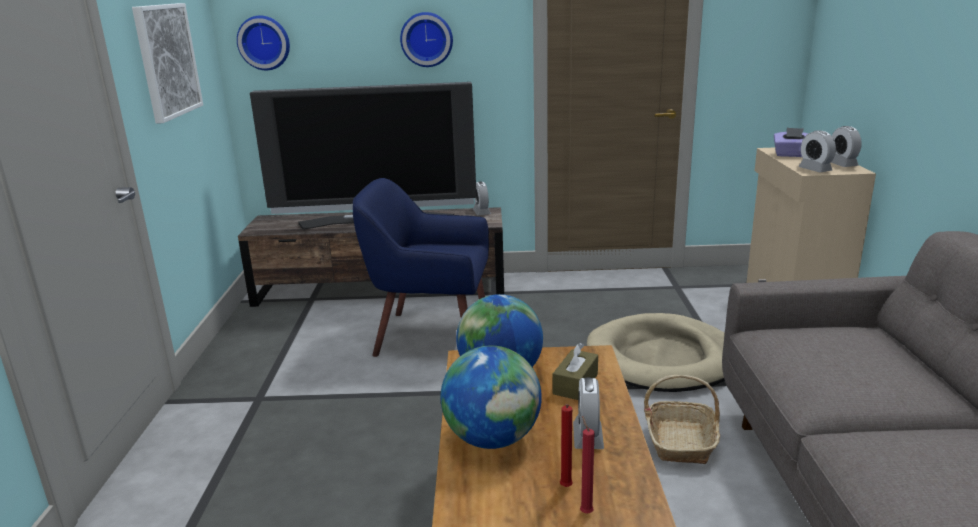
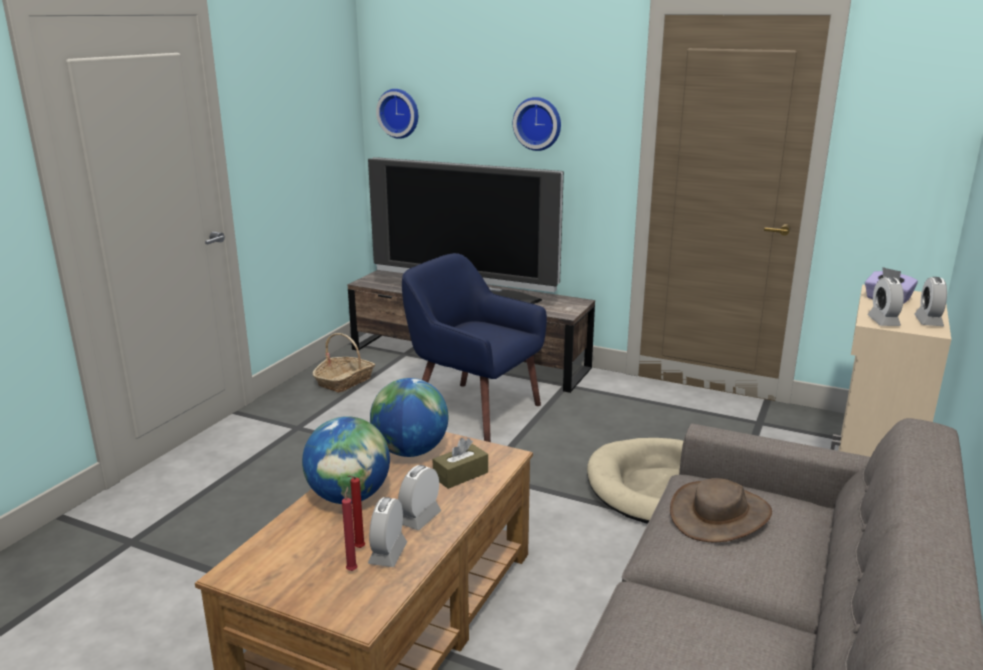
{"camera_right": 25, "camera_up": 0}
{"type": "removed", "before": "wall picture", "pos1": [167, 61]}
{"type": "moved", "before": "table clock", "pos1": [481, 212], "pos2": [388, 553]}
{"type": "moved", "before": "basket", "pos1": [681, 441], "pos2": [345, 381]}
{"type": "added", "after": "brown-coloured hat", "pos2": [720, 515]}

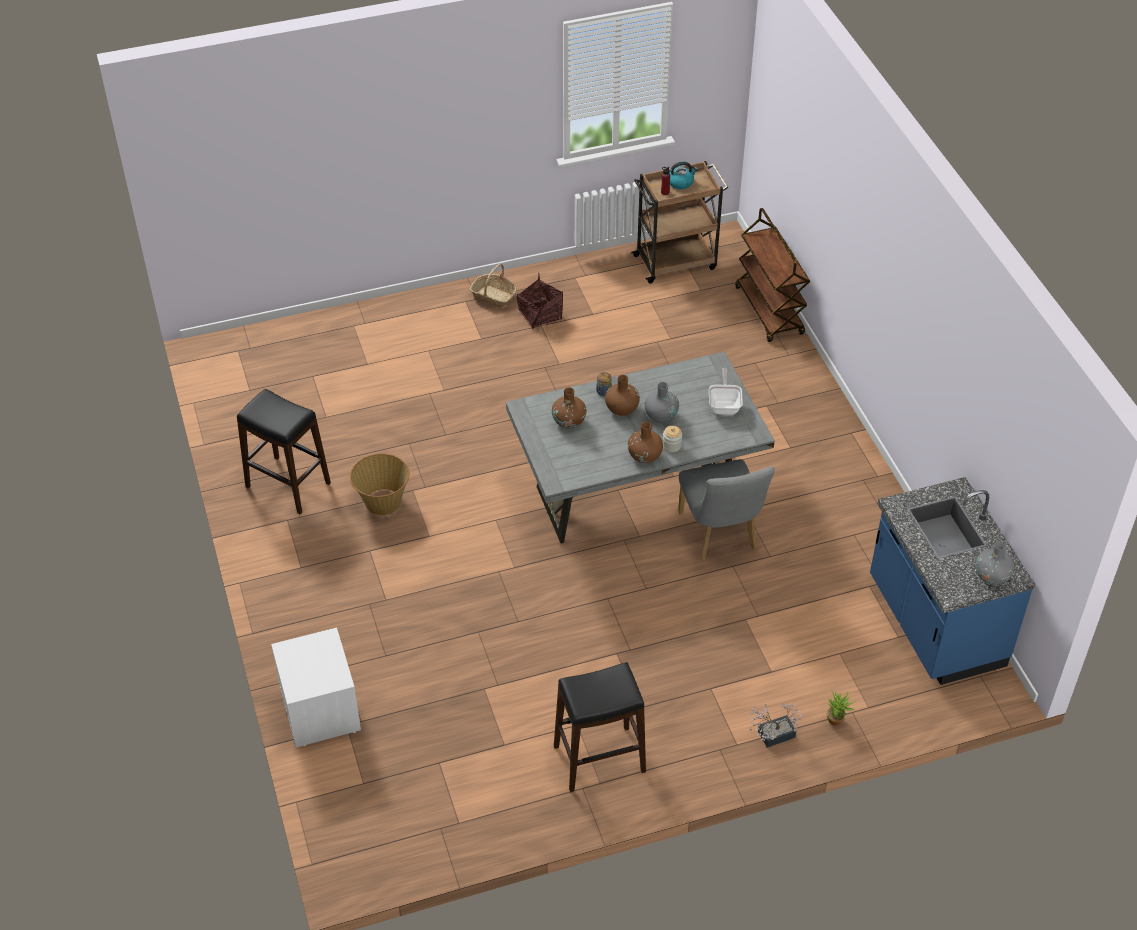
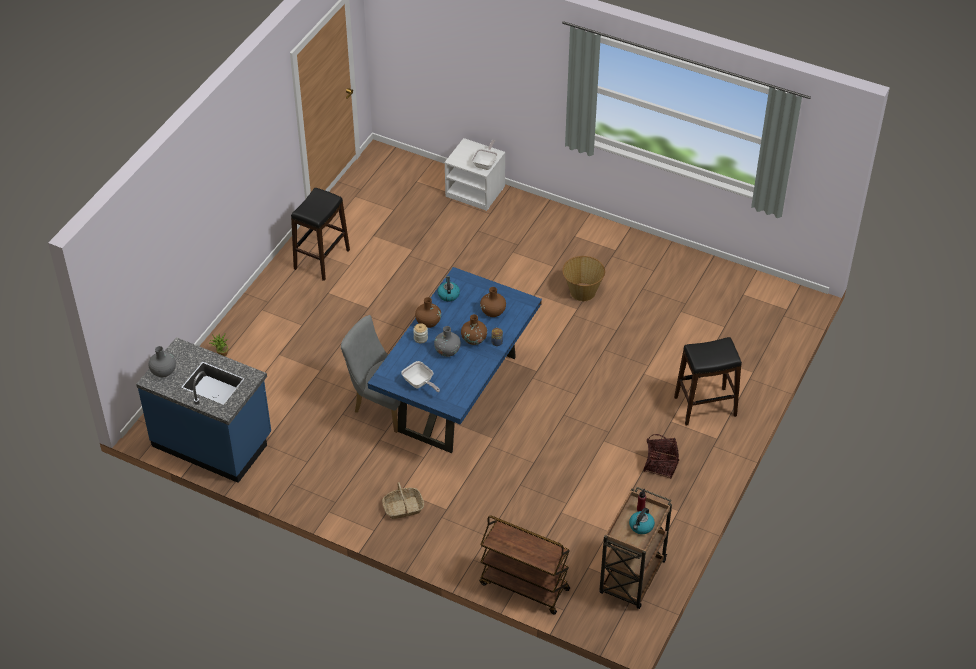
{"camera_right": 135, "camera_up": 0}
{"type": "moved", "before": "blackish stool", "pos1": [288, 485], "pos2": [705, 406]}
{"type": "moved", "before": "basket", "pos1": [493, 296], "pos2": [403, 508]}
{"type": "recoloured", "before": "greyish dinner table", "after": "bluish dinner table", "pos1": [636, 493], "pos2": [457, 395]}
{"type": "removed", "before": "houseplant", "pos1": [772, 735]}
{"type": "added", "after": "water kettle", "pos2": [448, 294]}
{"type": "added", "after": "skillet", "pos2": [486, 163]}

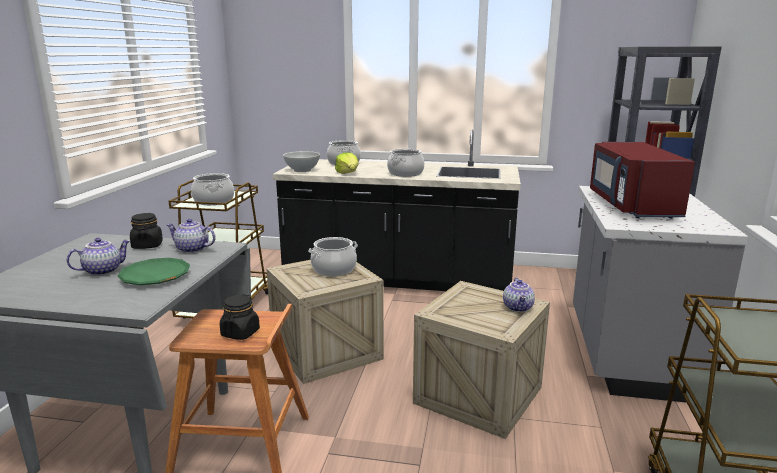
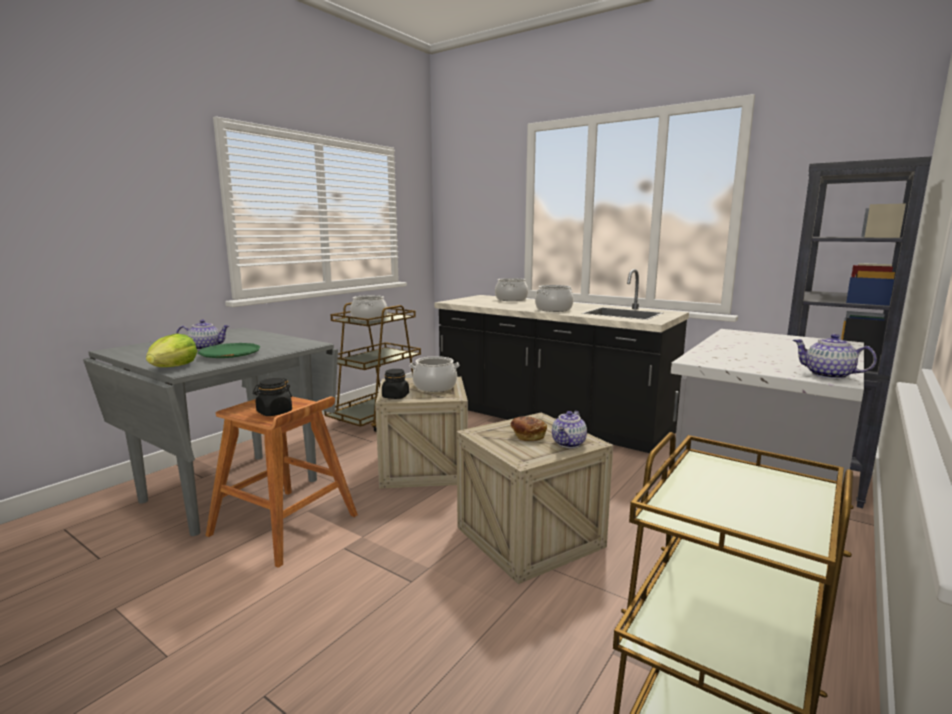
{"camera_right": 25, "camera_up": -5}
{"type": "moved", "before": "blackish preserve jar", "pos1": [147, 245], "pos2": [395, 396]}
{"type": "moved", "before": "tea pot", "pos1": [192, 249], "pos2": [829, 375]}
{"type": "removed", "before": "white-coloured serving bowl", "pos1": [302, 170]}
{"type": "moved", "before": "lettuce", "pos1": [348, 173], "pos2": [173, 367]}
{"type": "removed", "before": "red microwave oven", "pos1": [631, 205]}
{"type": "added", "after": "bakery bread", "pos2": [527, 436]}

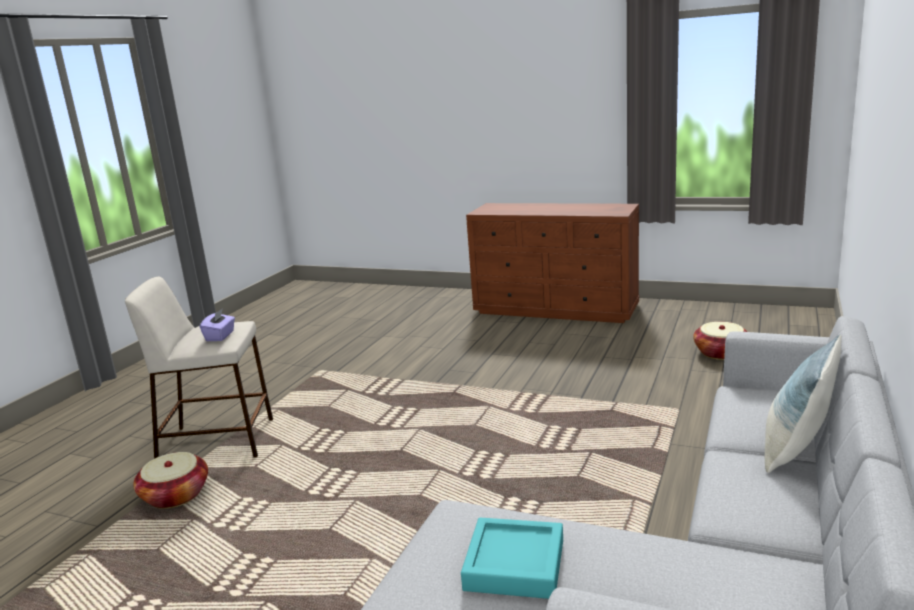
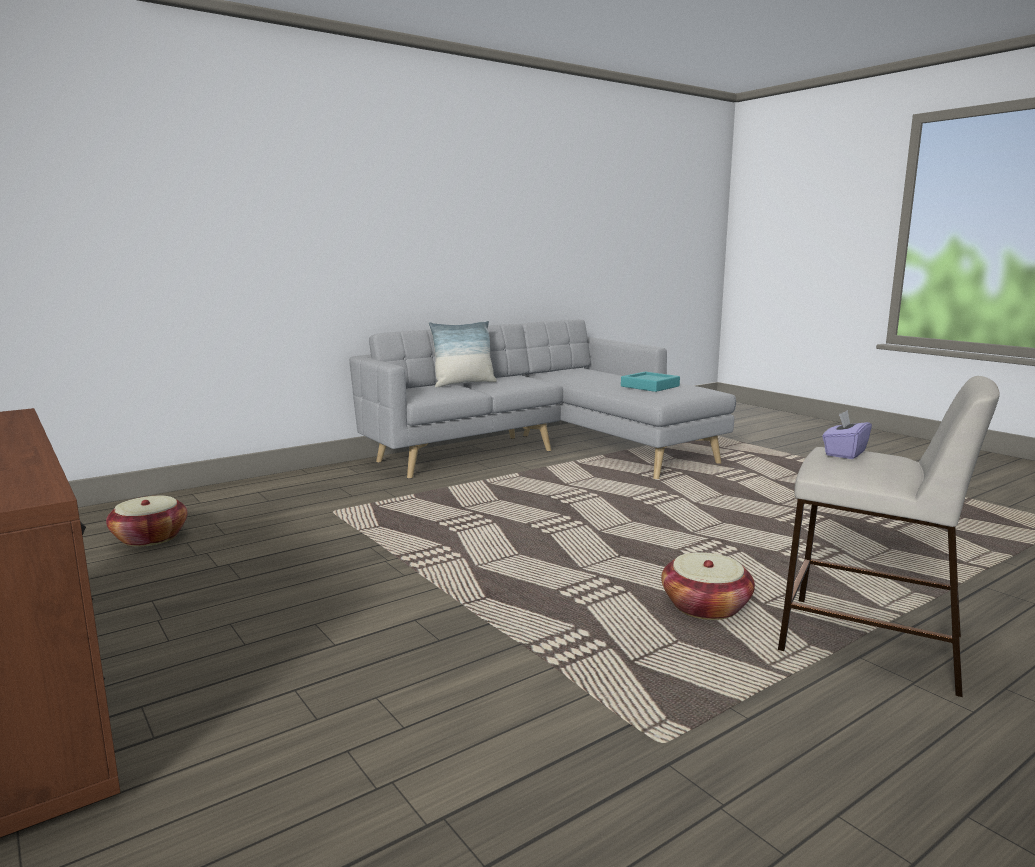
{"camera_right": -150, "camera_up": -5}
{"type": "moved", "before": "basket", "pos1": [175, 495], "pos2": [705, 606]}

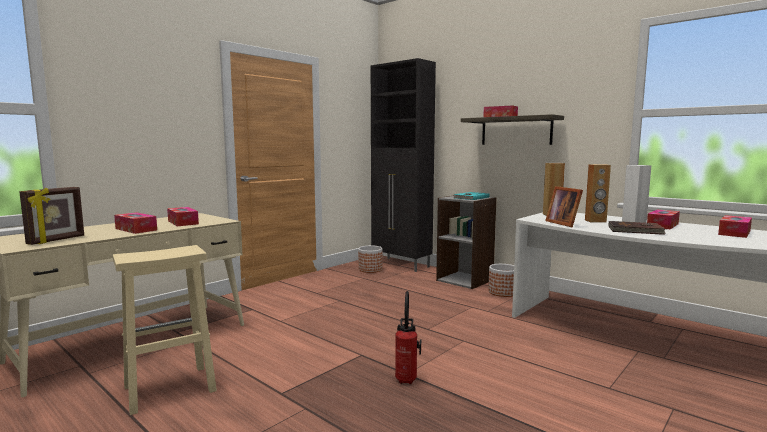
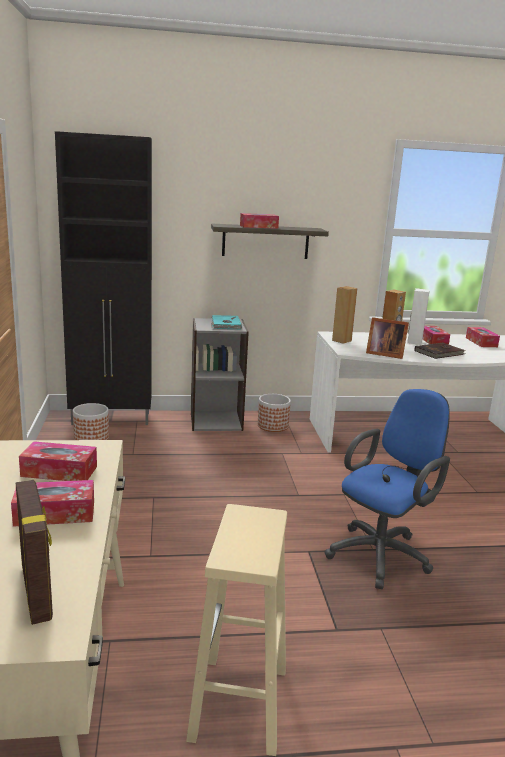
{"camera_right": -50, "camera_up": 10}
{"type": "replaced", "before": "extinguisher", "after": "bluish office chair", "pos1": [407, 379], "pos2": [382, 554]}

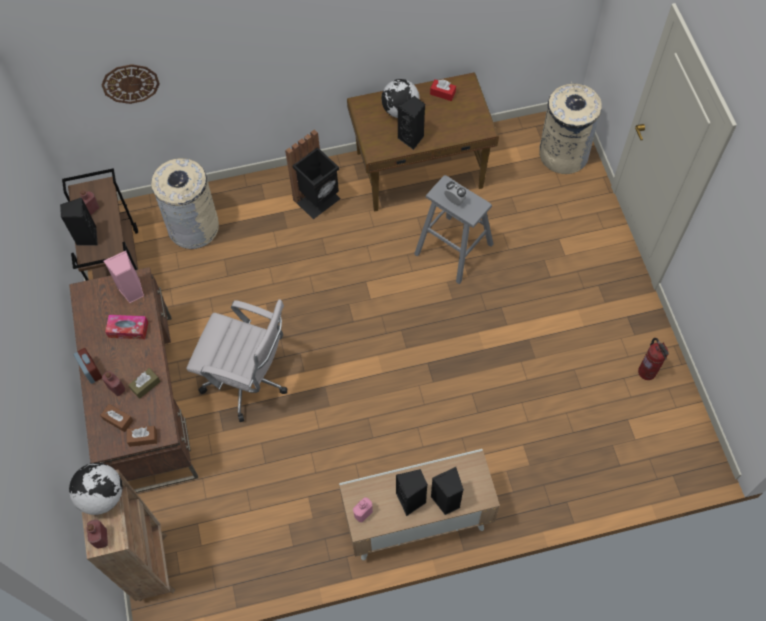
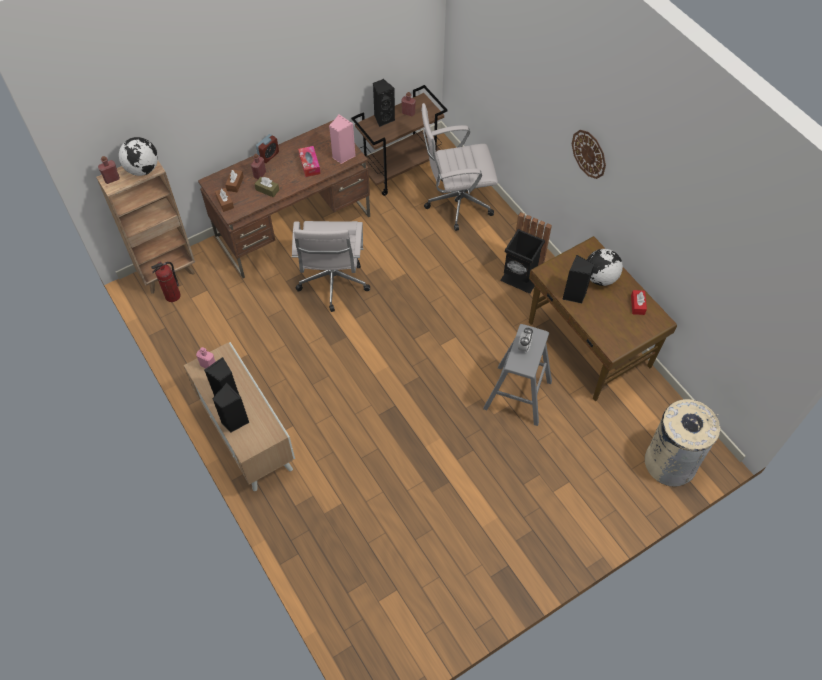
{"camera_right": 70, "camera_up": -5}
{"type": "moved", "before": "wall clock", "pos1": [130, 83], "pos2": [589, 154]}
{"type": "replaced", "before": "sand-coloured trash can", "after": "white-coloured office chair", "pos1": [194, 227], "pos2": [455, 203]}
{"type": "moved", "before": "extinguisher", "pos1": [647, 372], "pos2": [173, 296]}

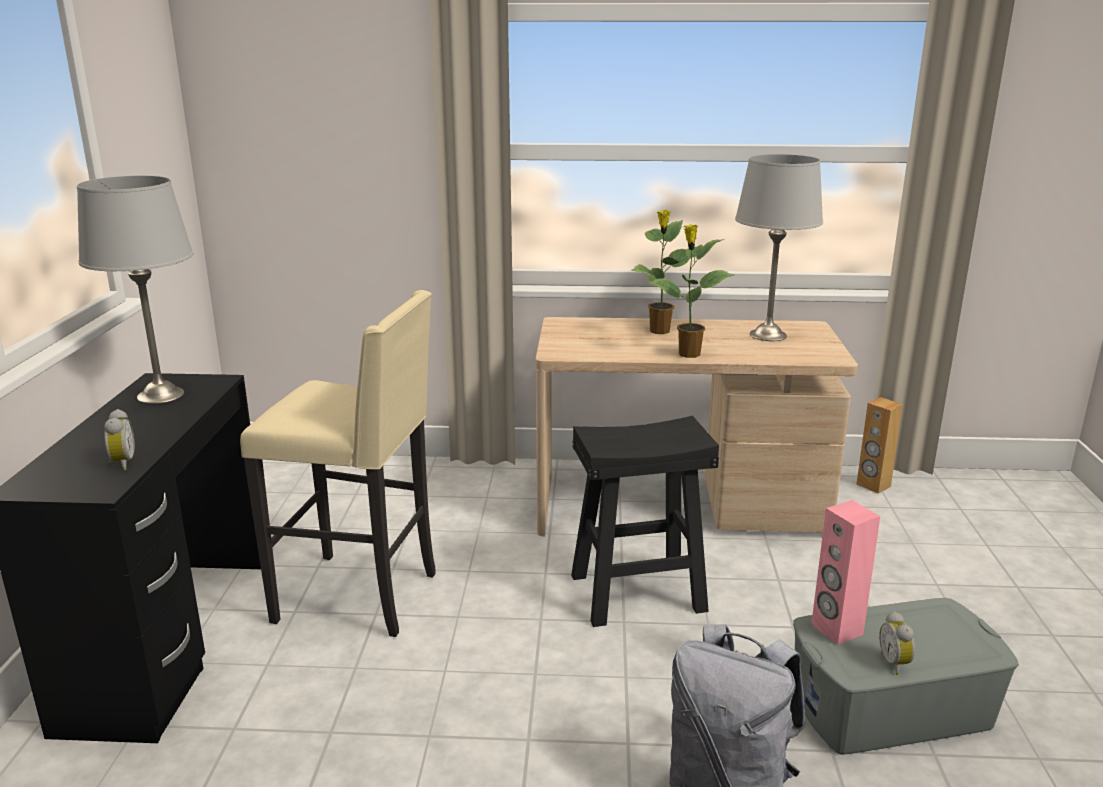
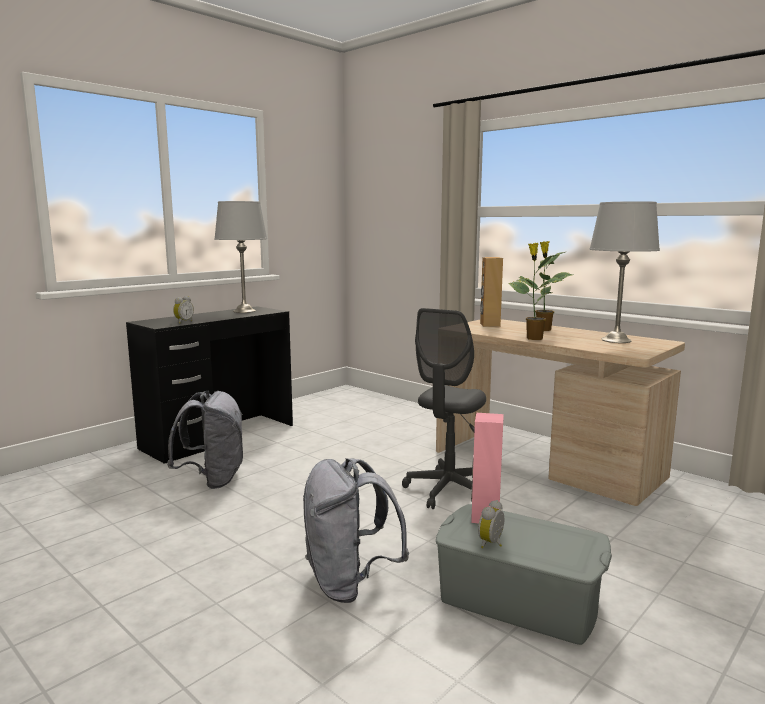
{"camera_right": 40, "camera_up": -10}
{"type": "removed", "before": "sand-coloured stool", "pos1": [361, 597]}
{"type": "replaced", "before": "blackish stool", "after": "greyish office chair", "pos1": [637, 593], "pos2": [448, 490]}
{"type": "moved", "before": "brown-coloured speaker", "pos1": [873, 485], "pos2": [489, 325]}
{"type": "added", "after": "greyish backpack", "pos2": [213, 480]}

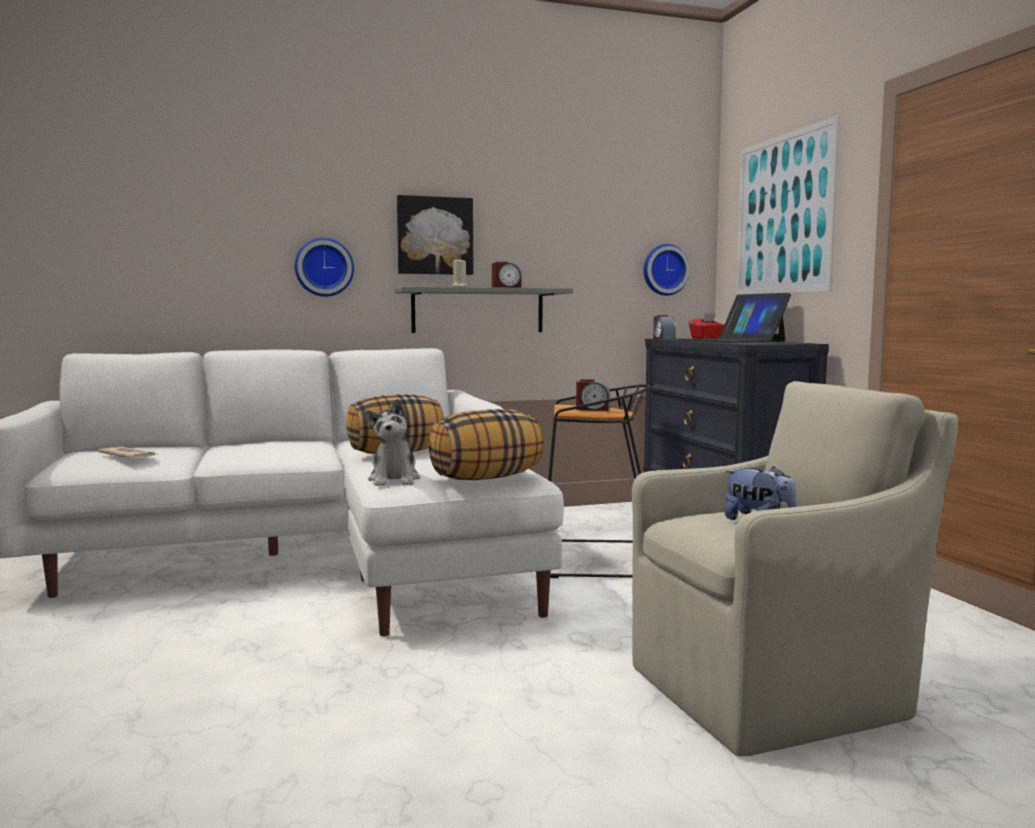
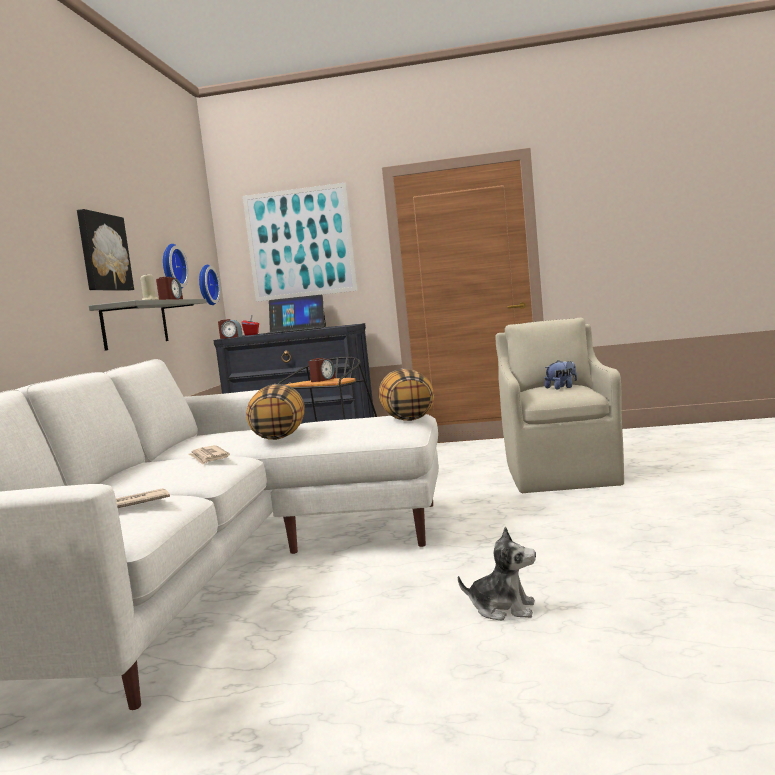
{"camera_right": -65, "camera_up": 0}
{"type": "moved", "before": "wall clock", "pos1": [324, 267], "pos2": [171, 267]}
{"type": "moved", "before": "soft toy", "pos1": [394, 480], "pos2": [503, 608]}
{"type": "added", "after": "daily paper", "pos2": [208, 457]}

